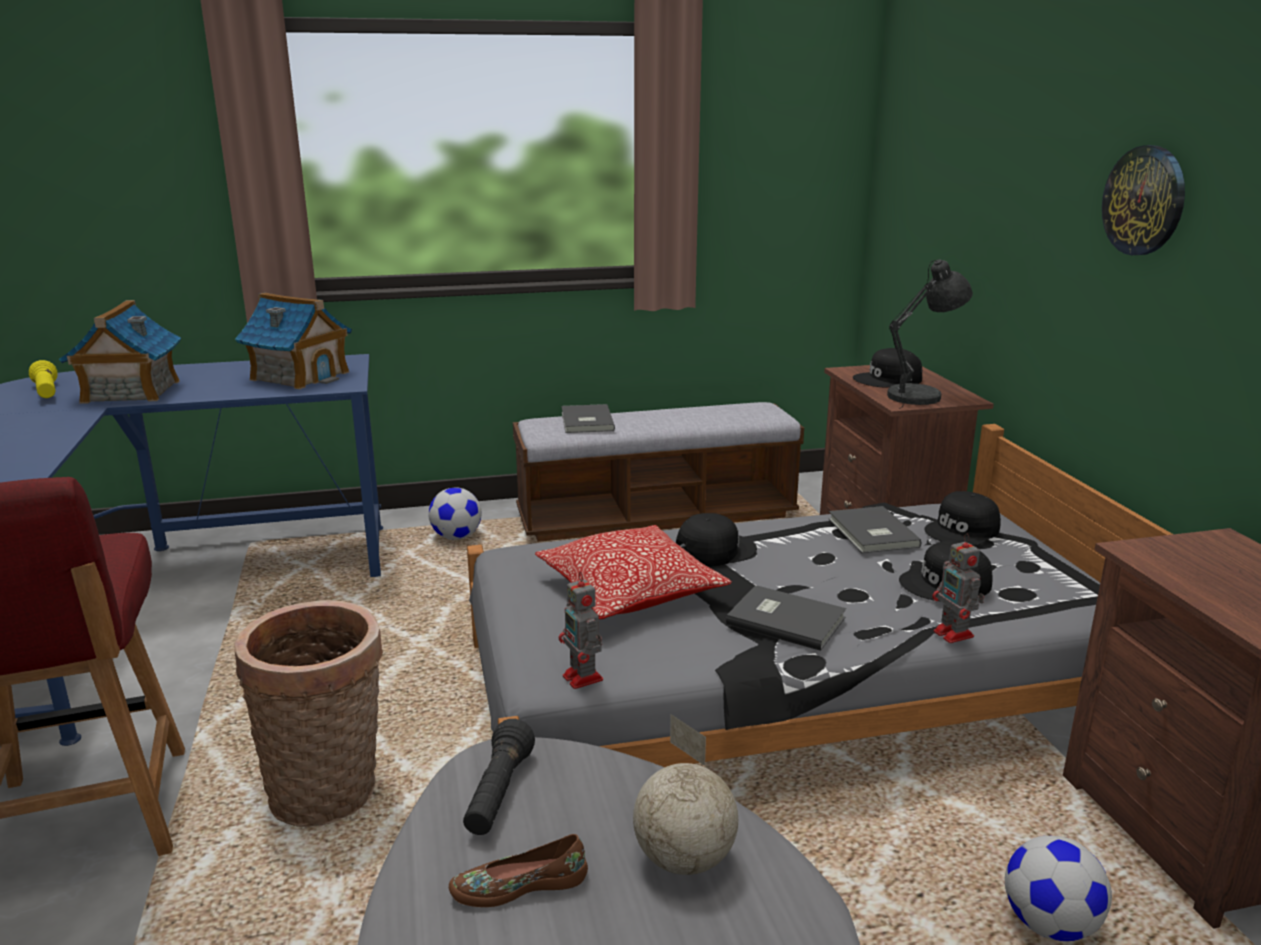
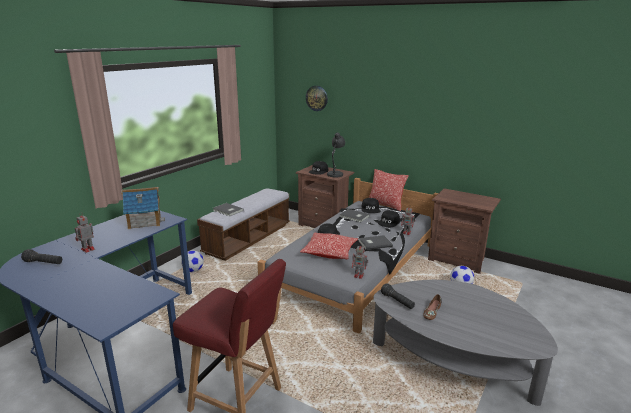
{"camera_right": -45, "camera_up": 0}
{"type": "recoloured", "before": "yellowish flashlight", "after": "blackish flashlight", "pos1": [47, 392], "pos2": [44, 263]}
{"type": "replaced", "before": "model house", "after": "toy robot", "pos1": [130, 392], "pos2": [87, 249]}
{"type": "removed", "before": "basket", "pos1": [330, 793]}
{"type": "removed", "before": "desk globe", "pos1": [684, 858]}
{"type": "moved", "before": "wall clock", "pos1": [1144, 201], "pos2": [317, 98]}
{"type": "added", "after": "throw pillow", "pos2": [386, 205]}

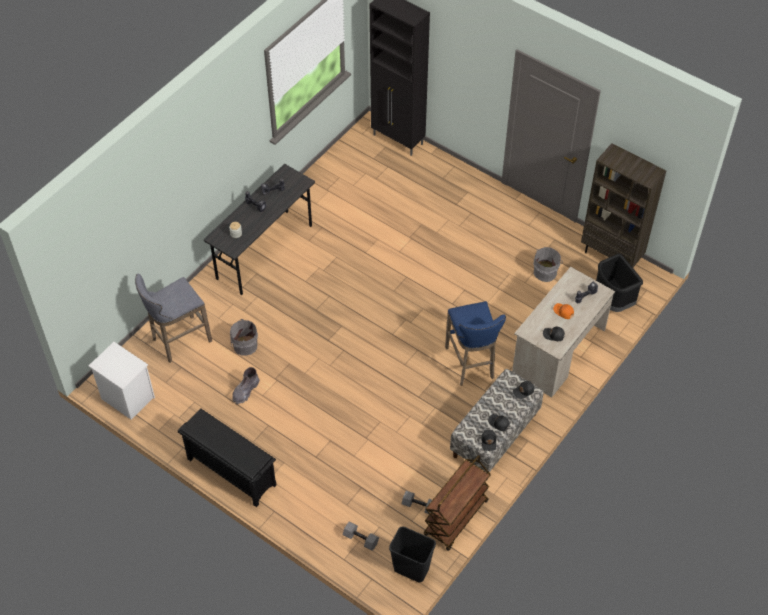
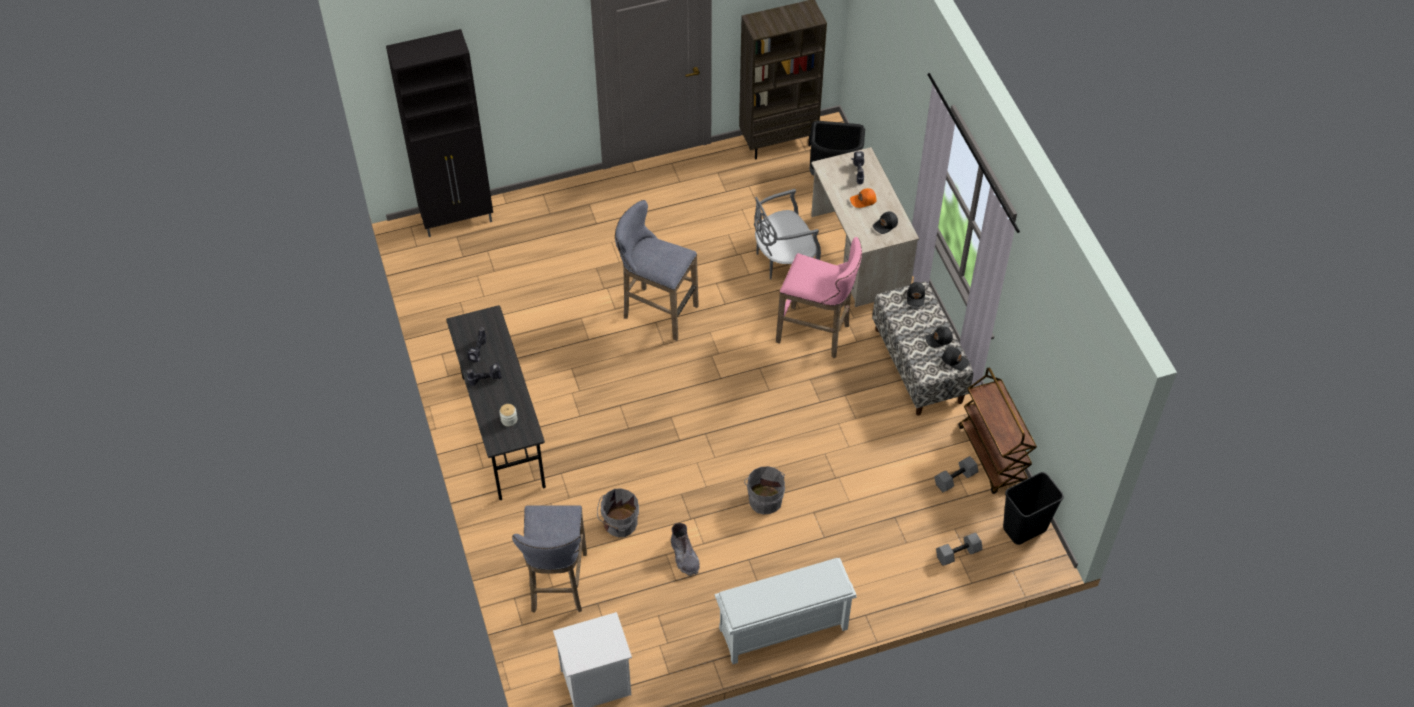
{"camera_right": -55, "camera_up": 0}
{"type": "recoloured", "before": "blackish shoe stand", "after": "white-coloured shoe stand", "pos1": [230, 472], "pos2": [782, 630]}
{"type": "recoloured", "before": "bluish stool", "after": "pinkish stool", "pos1": [471, 365], "pos2": [816, 334]}
{"type": "moved", "before": "greyish pail", "pos1": [546, 272], "pos2": [765, 498]}
{"type": "added", "after": "greyish stool", "pos2": [656, 311]}
{"type": "added", "after": "greyish plain chair", "pos2": [783, 260]}

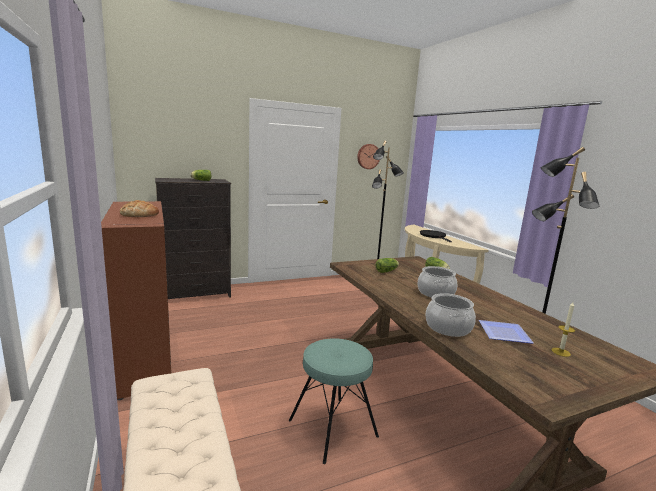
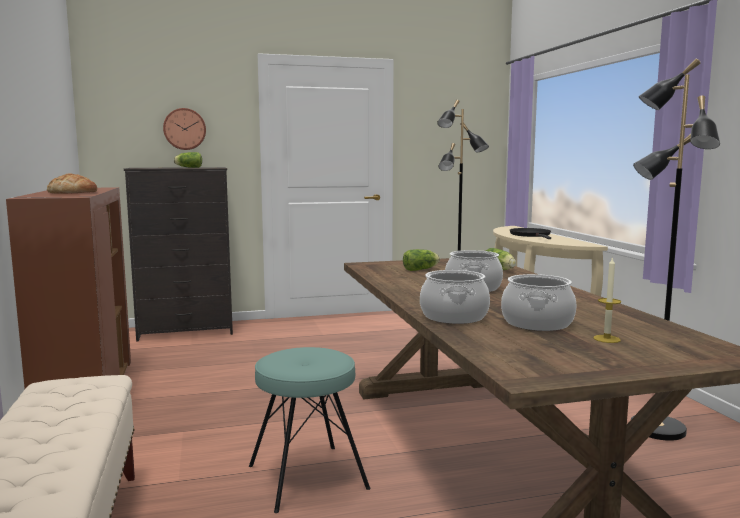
{"camera_right": 10, "camera_up": -5}
{"type": "moved", "before": "wall clock", "pos1": [368, 156], "pos2": [184, 129]}
{"type": "replaced", "before": "flat dish", "after": "saucepot", "pos1": [506, 334], "pos2": [537, 323]}

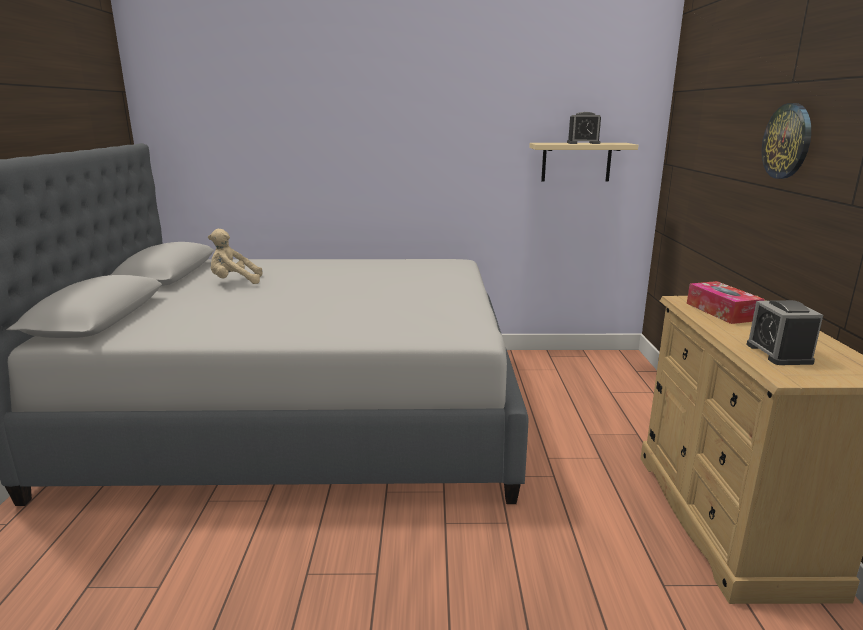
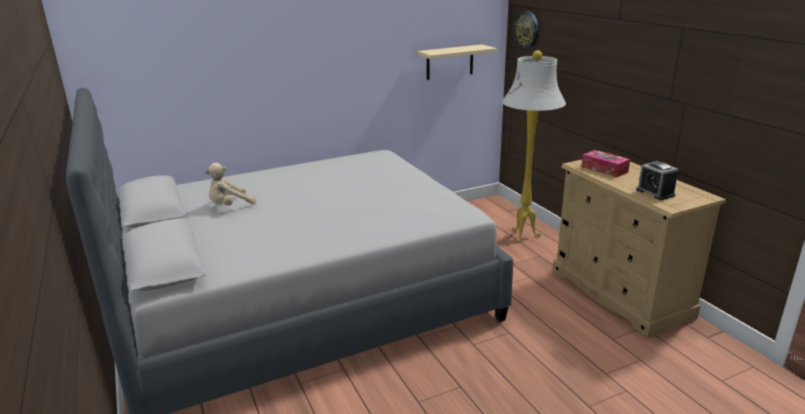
{"camera_right": -25, "camera_up": 5}
{"type": "removed", "before": "table clock", "pos1": [583, 143]}
{"type": "moved", "before": "wall clock", "pos1": [787, 141], "pos2": [526, 30]}
{"type": "added", "after": "white-coloured standard lamp", "pos2": [523, 237]}

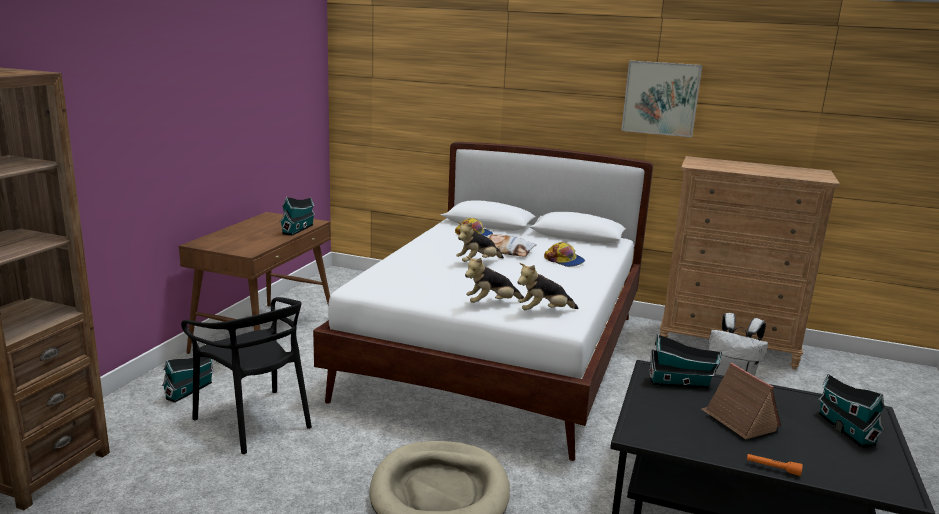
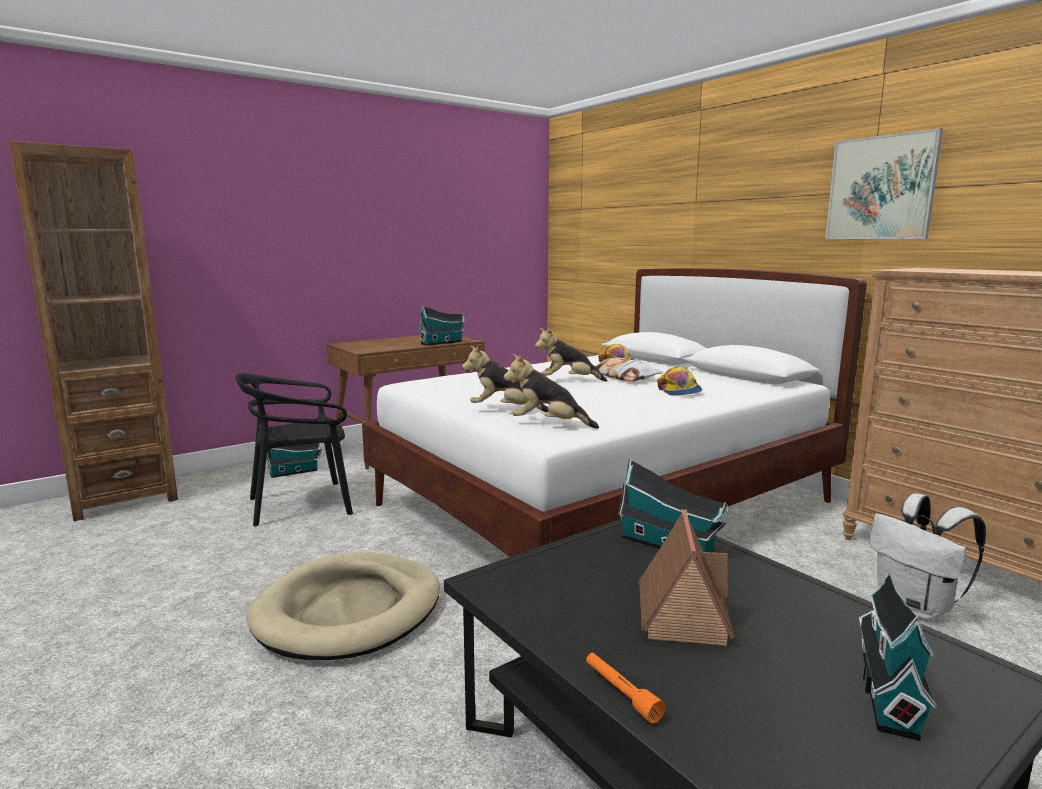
{"camera_right": 35, "camera_up": -5}
{"type": "turned", "before": "blackish plain chair", "pos1": [255, 421], "pos2": [301, 504], "turn": 75}

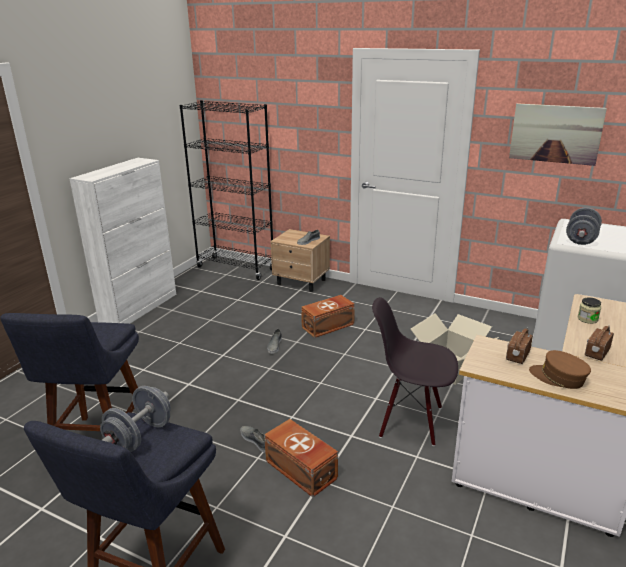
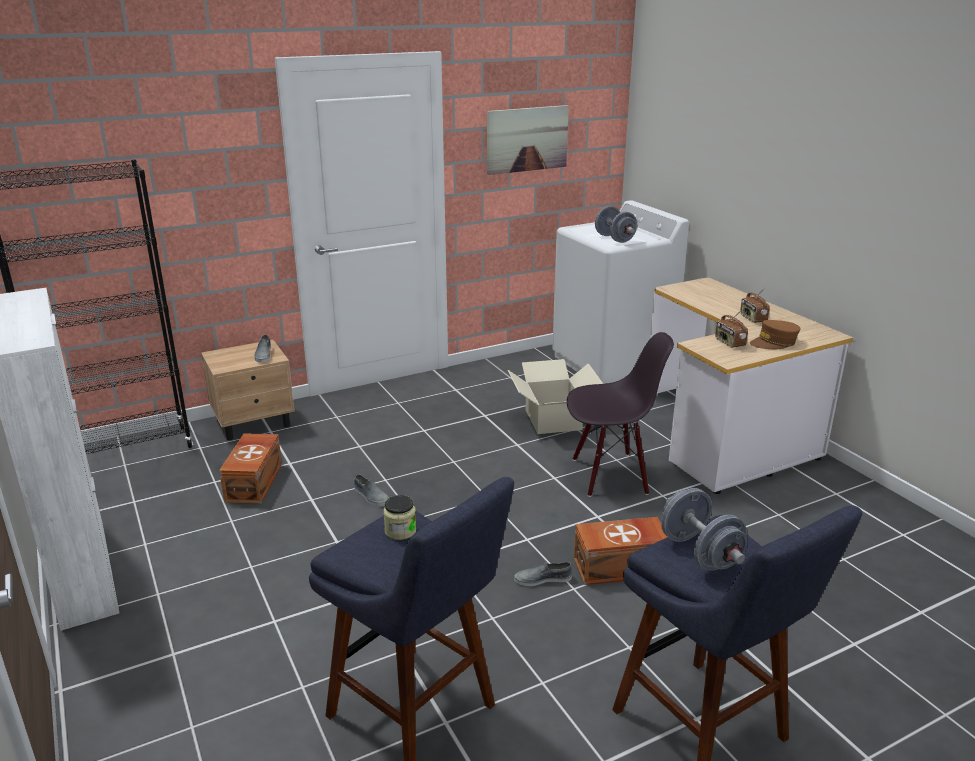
{"camera_right": -55, "camera_up": 0}
{"type": "moved", "before": "brown-coloured storage box", "pos1": [329, 326], "pos2": [255, 482]}
{"type": "turned", "before": "blackish plain chair", "pos1": [411, 421], "pos2": [610, 475], "turn": -150}
{"type": "moved", "before": "preserve jar", "pos1": [587, 319], "pos2": [400, 531]}

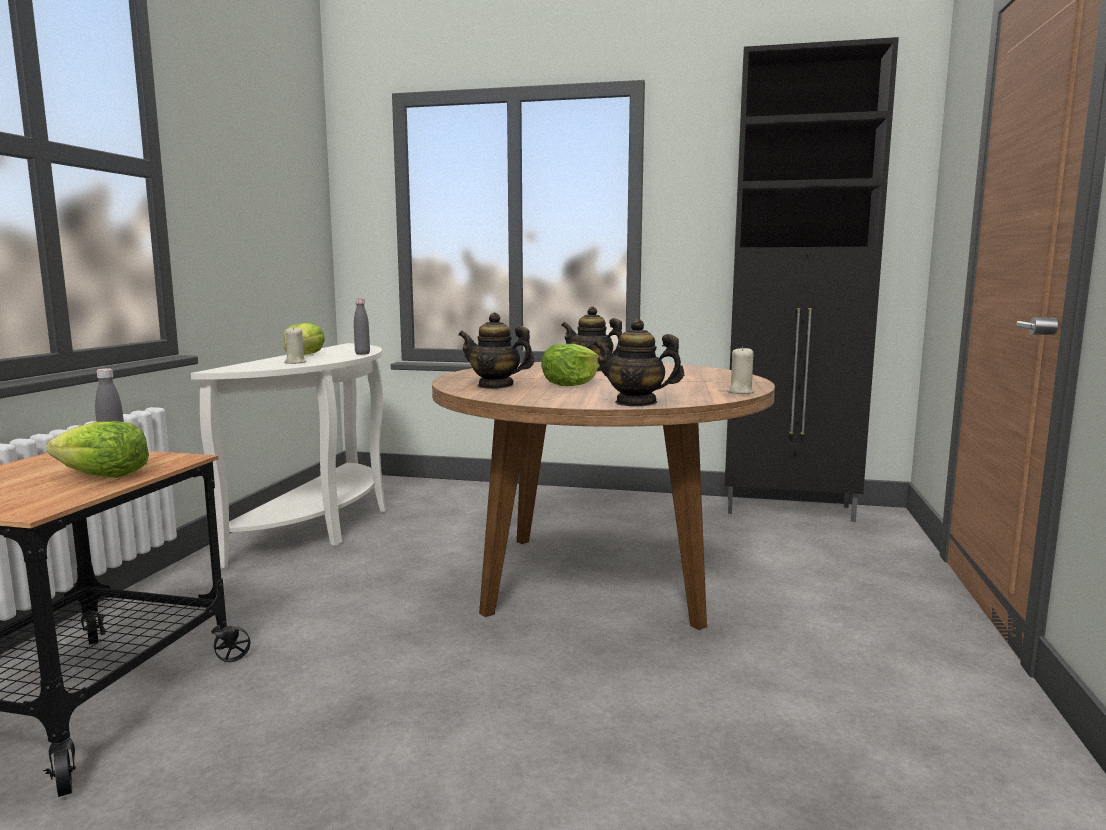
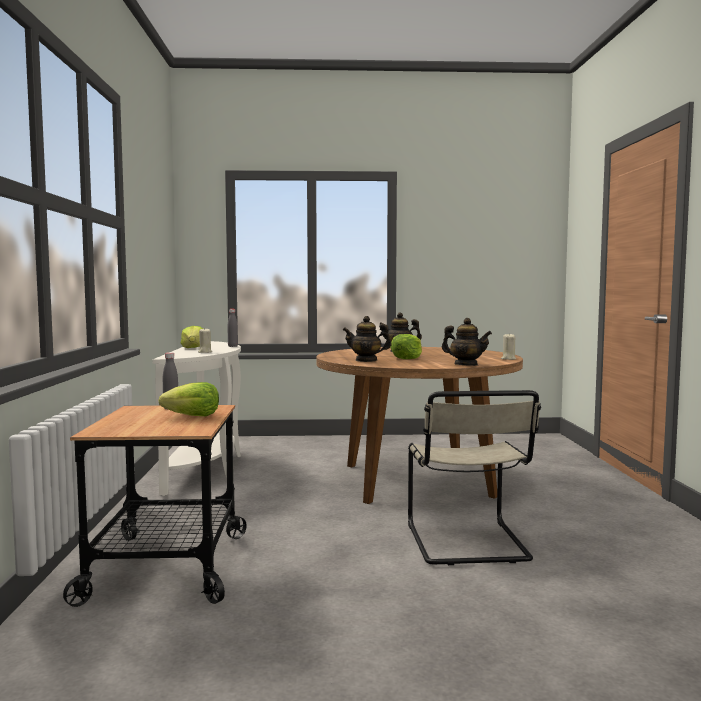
{"camera_right": -15, "camera_up": -5}
{"type": "turned", "before": "tea pot", "pos1": [636, 403], "pos2": [466, 365], "turn": -150}
{"type": "removed", "before": "blackish cabinet", "pos1": [790, 510]}
{"type": "added", "after": "sand-coloured plain chair", "pos2": [468, 544]}

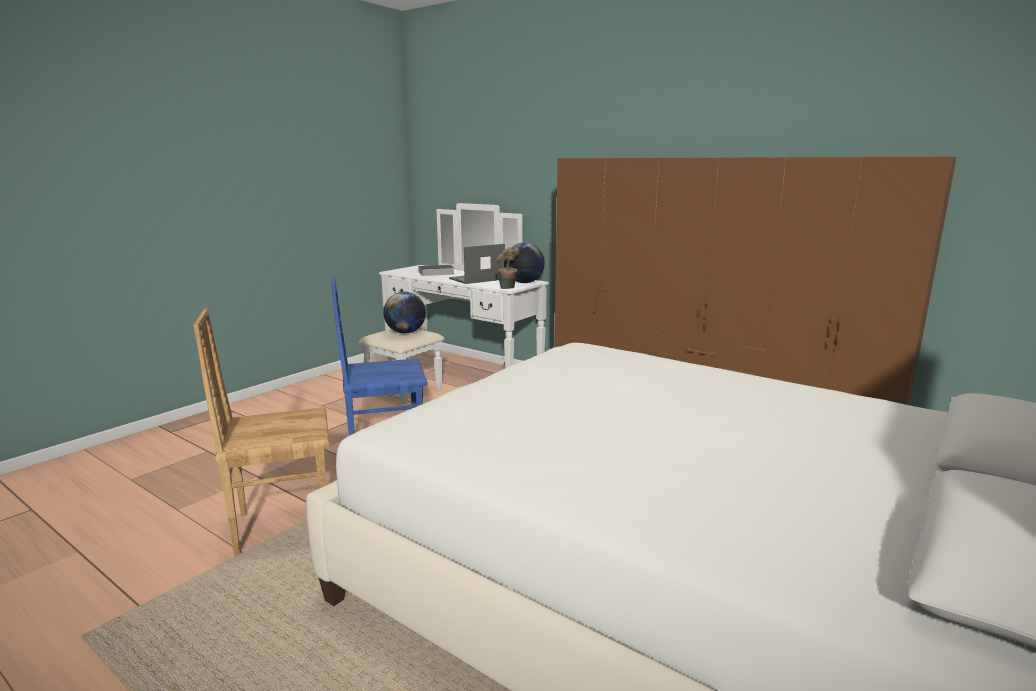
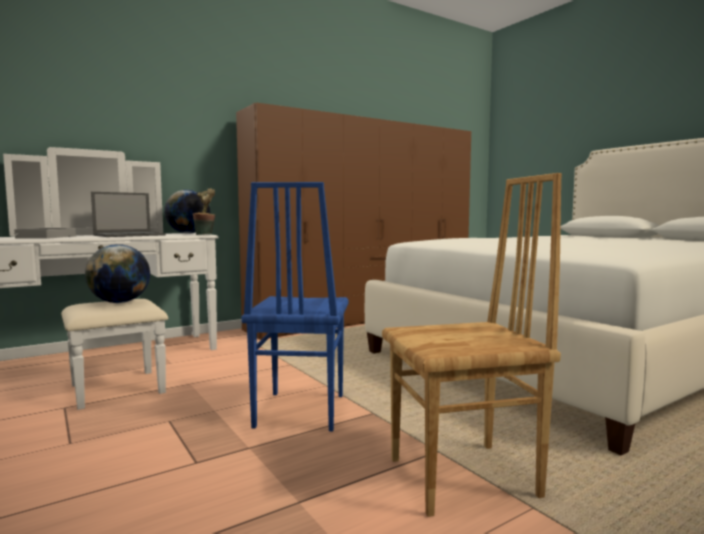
{"camera_right": -70, "camera_up": -10}
{"type": "turned", "before": "brown-coloured plain chair", "pos1": [283, 525], "pos2": [465, 479], "turn": -105}
{"type": "turned", "before": "laptop", "pos1": [476, 279], "pos2": [130, 235], "turn": -120}

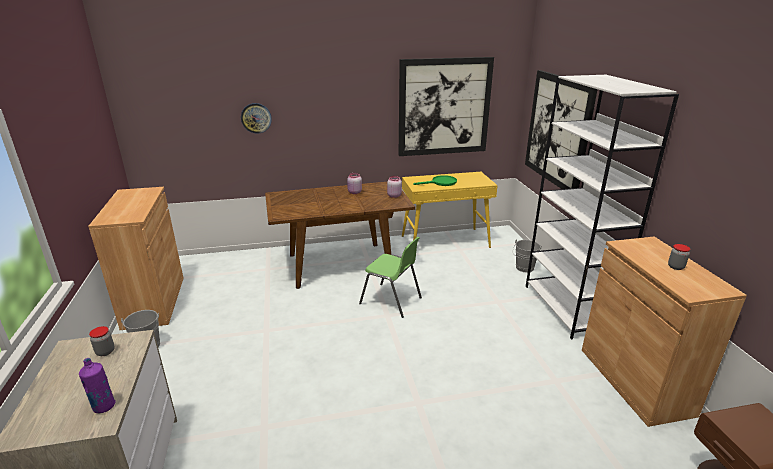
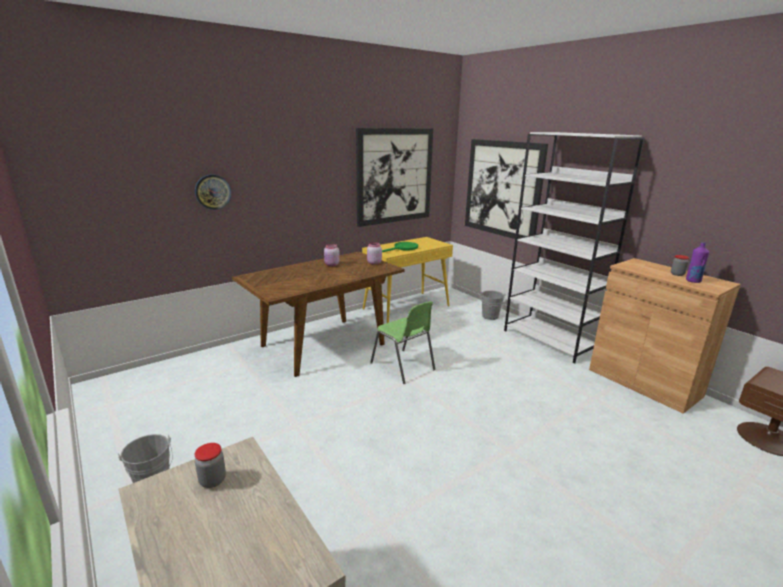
{"camera_right": -25, "camera_up": -5}
{"type": "moved", "before": "purple-coloured drink bottle", "pos1": [104, 406], "pos2": [693, 281]}
{"type": "removed", "before": "brown-coloured cabinet", "pos1": [154, 302]}
{"type": "turned", "before": "greenish plain chair", "pos1": [391, 301], "pos2": [403, 367], "turn": 45}

